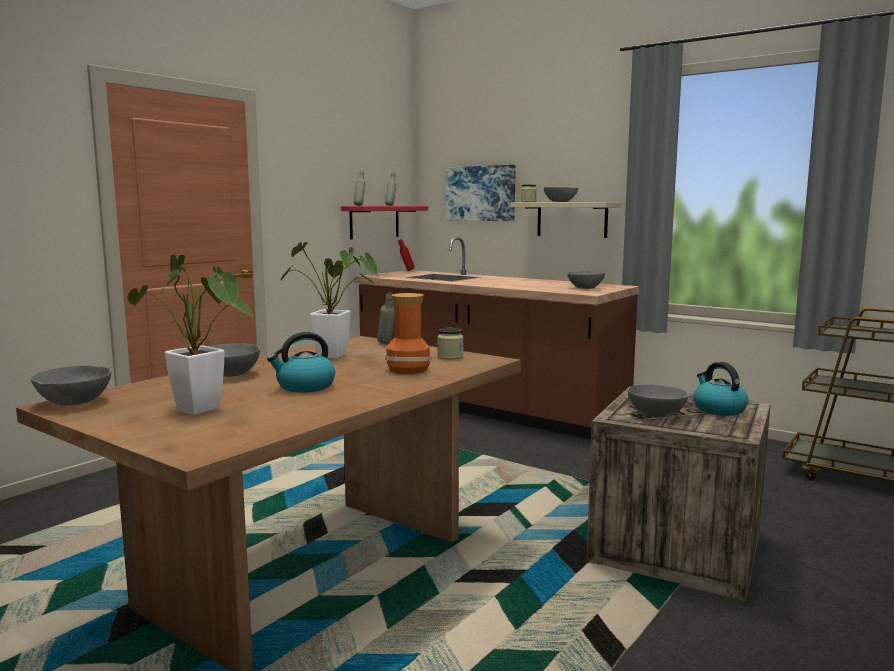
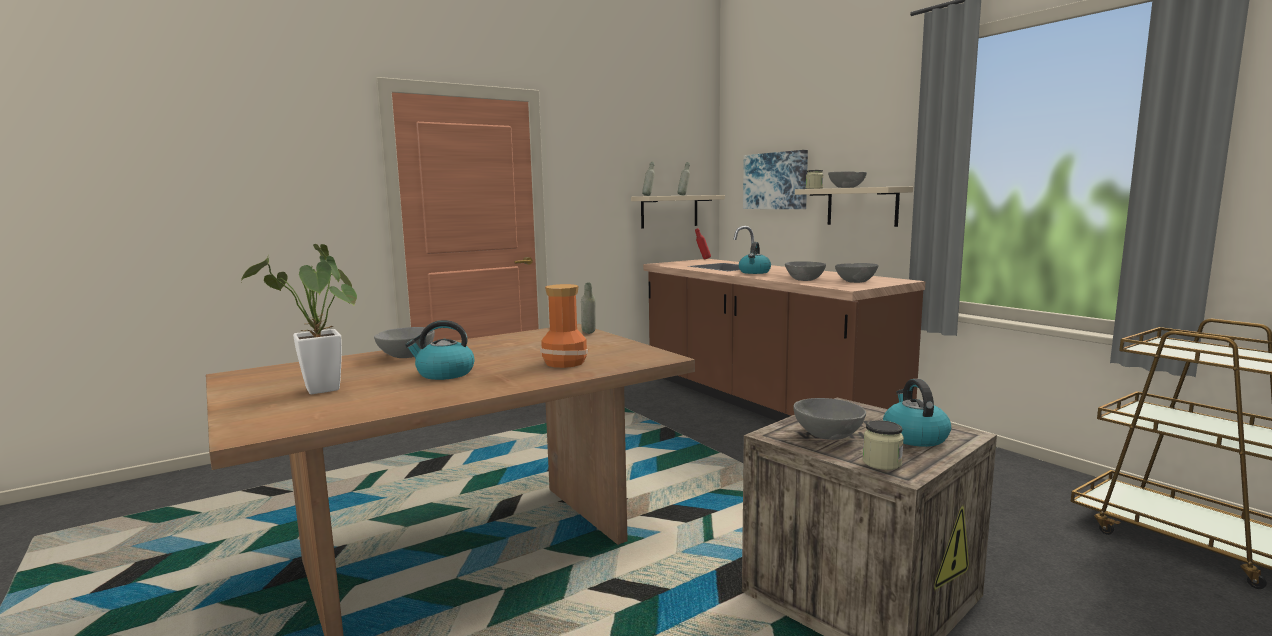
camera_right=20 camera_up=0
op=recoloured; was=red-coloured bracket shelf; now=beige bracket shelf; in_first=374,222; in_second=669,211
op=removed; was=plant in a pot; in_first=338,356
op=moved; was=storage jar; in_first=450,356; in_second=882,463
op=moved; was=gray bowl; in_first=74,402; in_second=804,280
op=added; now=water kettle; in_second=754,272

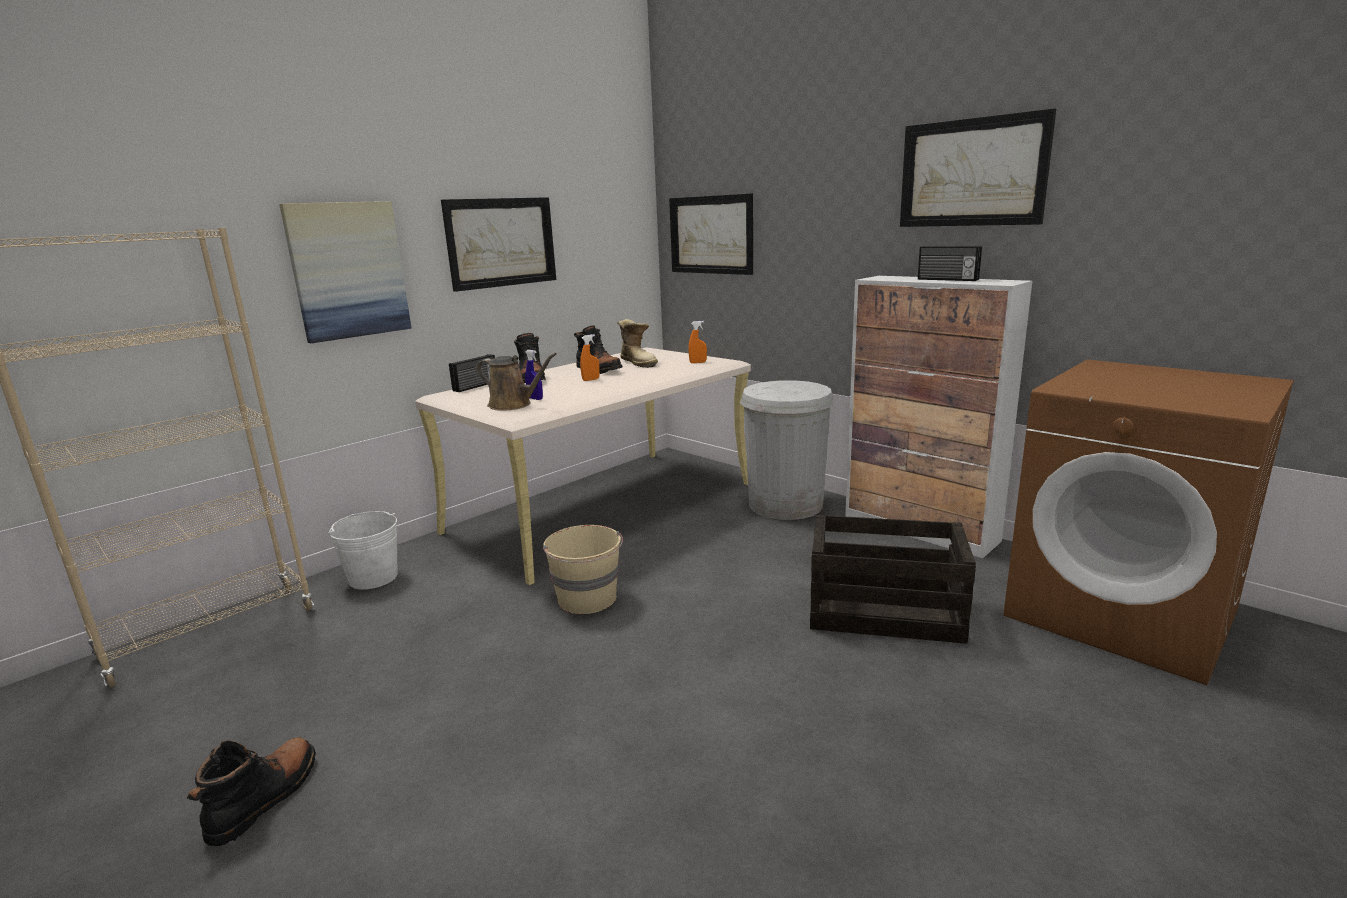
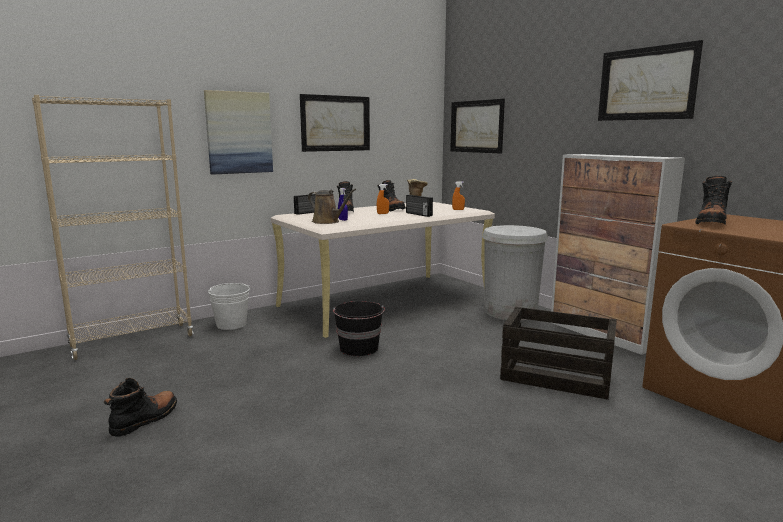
camera_right=10 camera_up=-5
op=moved; was=radio receiver; in_first=947,279; in_second=418,214
op=recoloured; was=beige bucket; now=blackish bucket; in_first=588,599; in_second=359,348
op=added; now=blackish boot; in_second=711,223

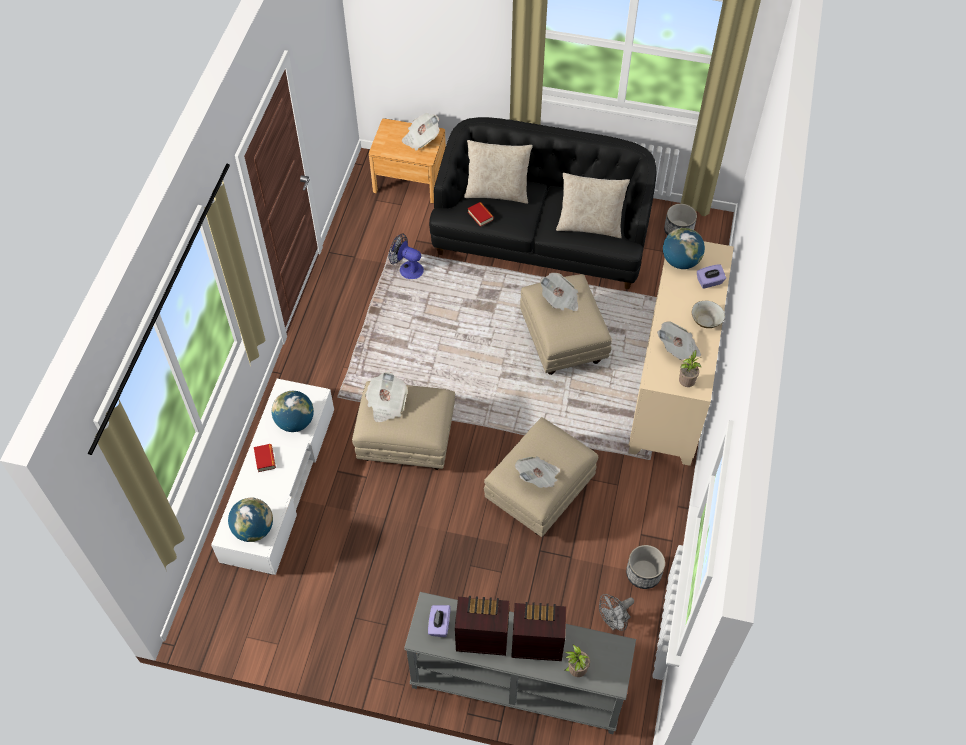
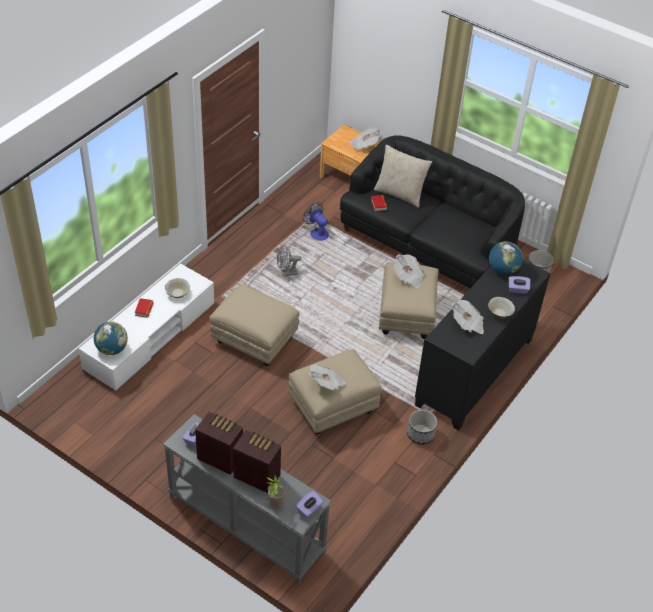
camera_right=20 camera_up=-10
op=removed; was=beige throw pillow; in_first=589,226
op=recoloured; was=beige storage cabinet; now=blackish storage cabinet; in_first=673,384; in_second=475,372
op=removed; was=plant in a pot; in_first=686,383
op=removed; was=printed paper; in_first=386,404
op=replaced; was=world globe; now=beige bowl; in_first=295,422; in_second=177,294
op=moved; was=plant pot; in_first=643,573; in_second=420,434
op=moved; was=gray fan; in_first=614,621; in_second=286,273
op=added; now=purple-coloured box of tissues; in_second=309,510

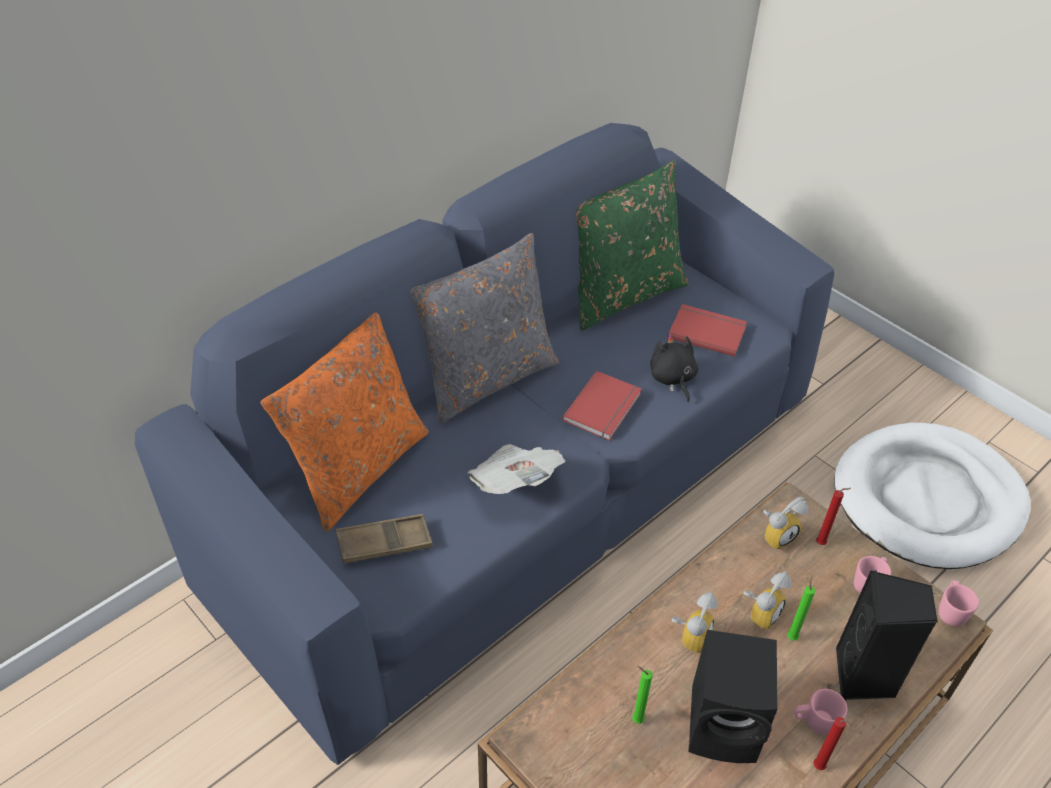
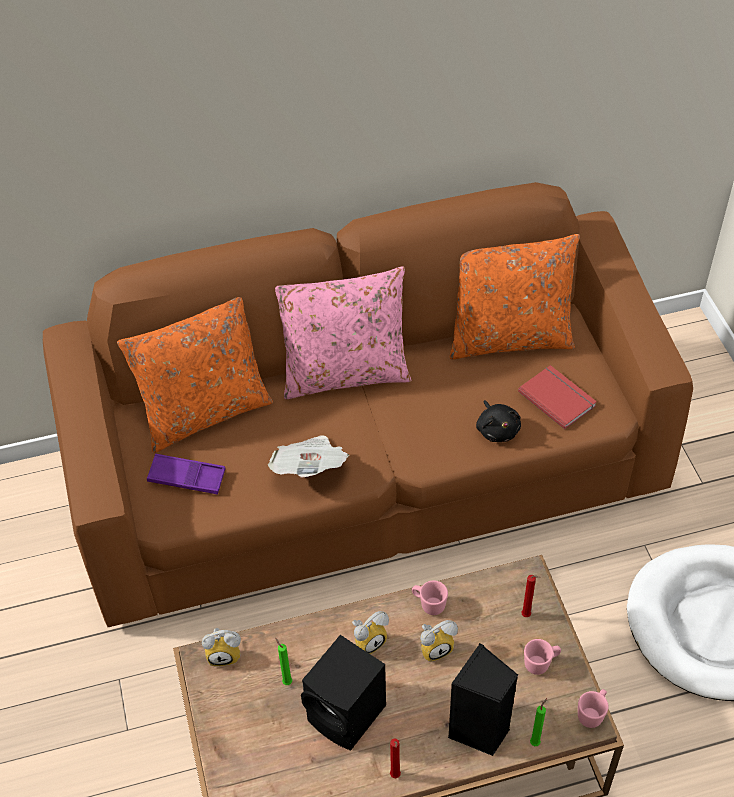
camera_right=30 camera_up=5
op=recoloured; was=bluish couch; now=brownish couch; in_first=521,487; in_second=369,474
op=recoloured; was=greenish throw pillow; now=orange throw pillow; in_first=622,294; in_second=509,337
op=recoloured; was=gray throw pillow; now=pink-coloured throw pillow; in_first=486,378; in_second=345,373
op=turned; was=blackish soft toy; in_first=672,379; in_second=497,429; clockwise=150
op=removed; was=red-coloured bound book; in_first=604,408
op=moved; was=bedside clock; in_first=777,535; in_second=225,653
op=recoloured; was=brownish serving tray; now=purple-coloured serving tray; in_first=384,543; in_second=187,477
op=moved; was=greenish candle; in_first=792,636; in_second=536,741
op=moved; was=pink-coloured tea mug; in_first=814,722; in_second=428,604

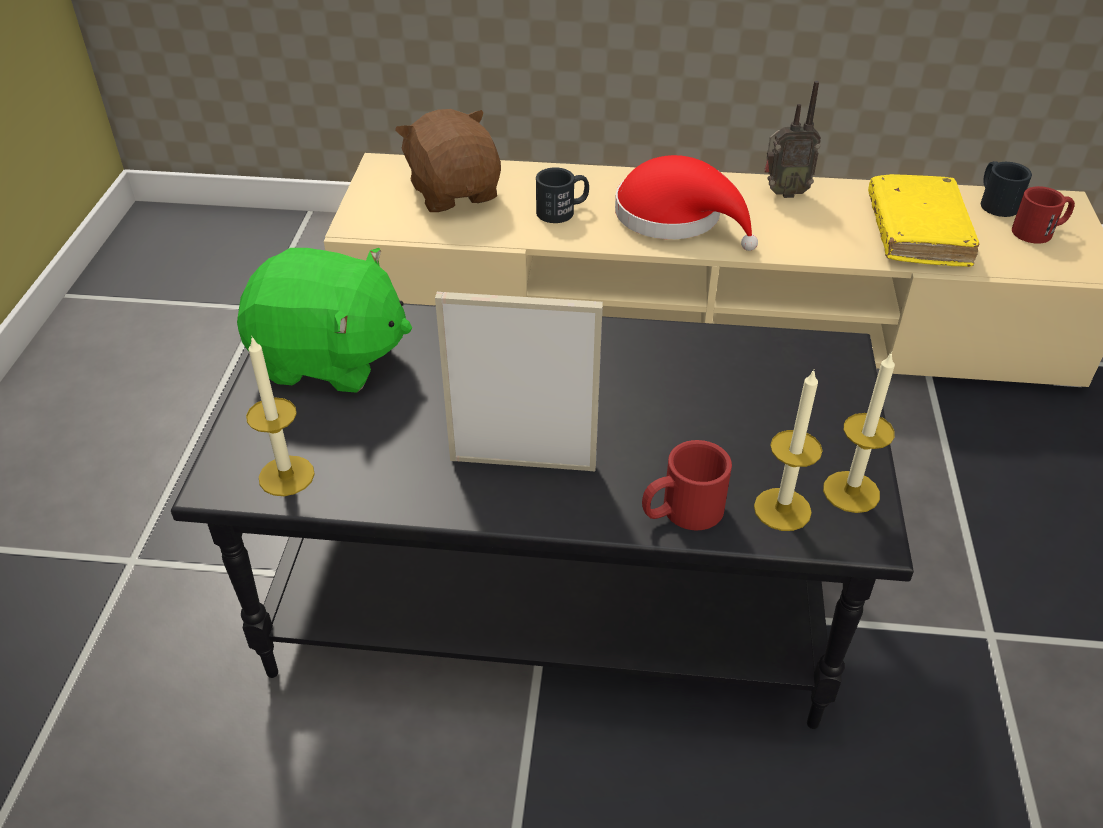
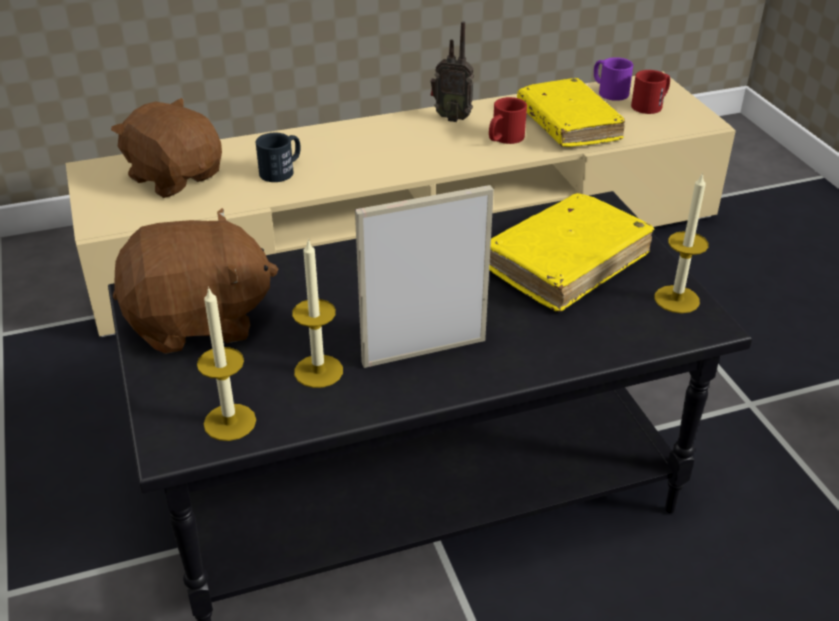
camera_right=-25 camera_up=-5
op=turned; was=radio receiver; in_first=783,192; in_second=452,117; clockwise=45
op=removed; was=red-coloured hat; in_first=676,218
op=recoloured; was=blackish tea mug; now=purple-coloured tea mug; in_first=995,202; in_second=608,91
op=recoloured; was=greenish soft toy; now=brownish soft toy; in_first=330,359; in_second=199,321
op=moved; was=candle; in_first=782,509; in_second=318,371
op=moved; was=red-coloured tea mug; in_first=681,512; in_second=504,139
op=added; now=yellowish bound book; in_second=566,263

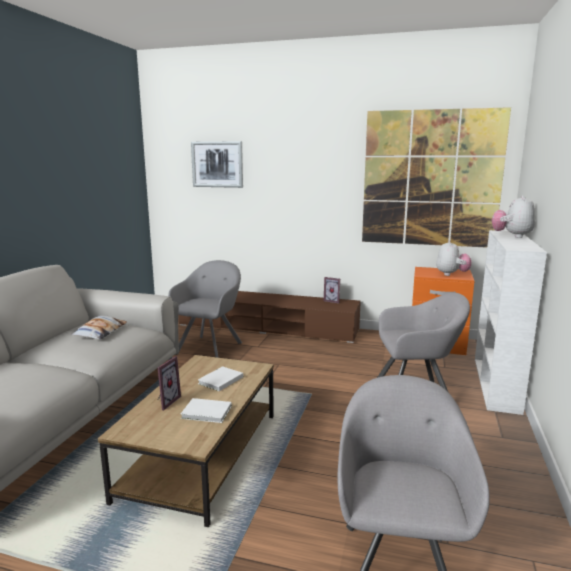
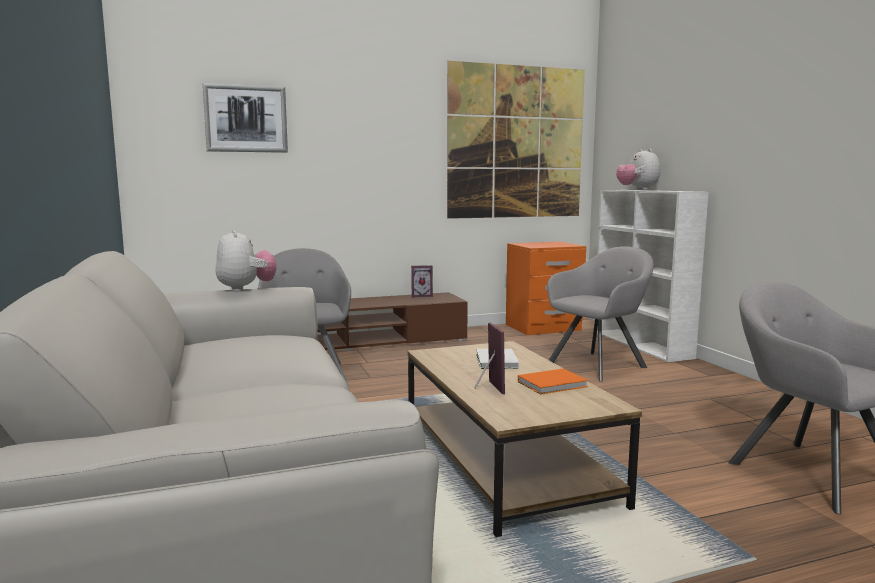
camera_right=-35 camera_up=-5
op=moved; was=soft toy; in_first=451,274; in_second=246,289
op=removed; was=throw pillow; in_first=100,332
op=recoloured; was=white-coloured bound book; now=orange bound book; in_first=207,413; in_second=554,384

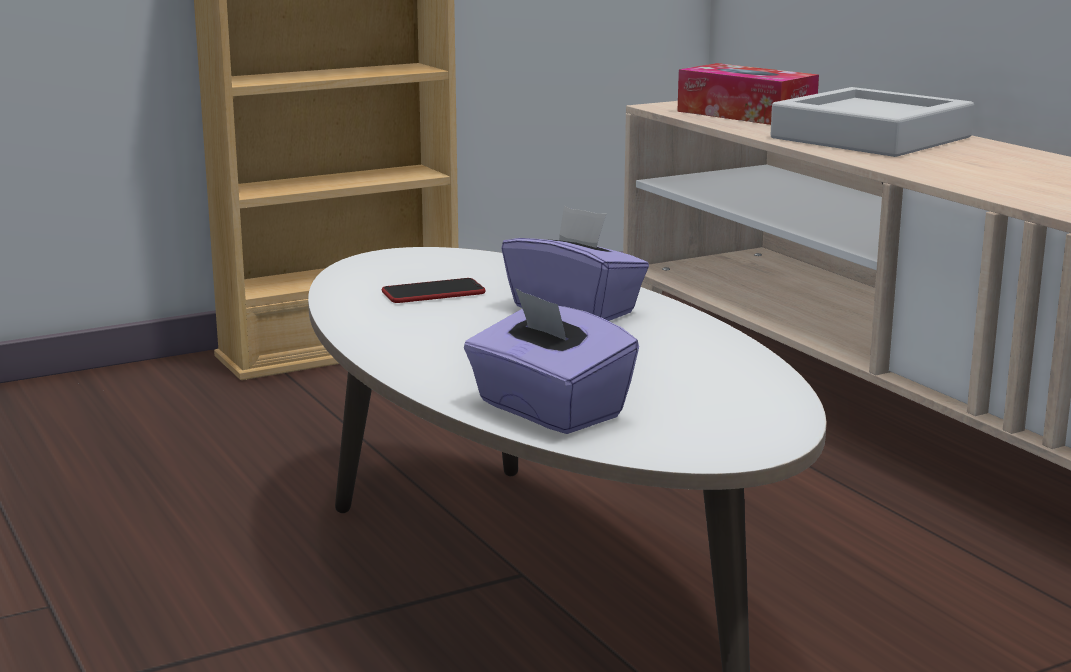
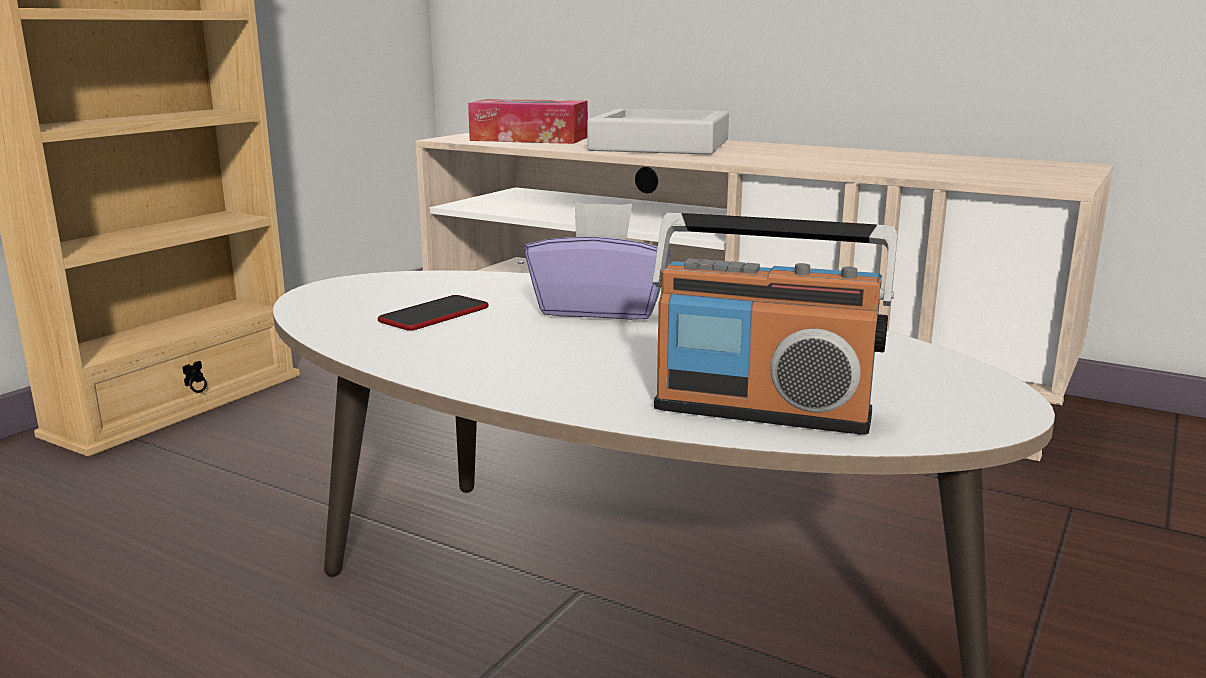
camera_right=-30 camera_up=0
op=replaced; was=purple-coloured box of tissues; now=radio receiver; in_first=548,411; in_second=762,411

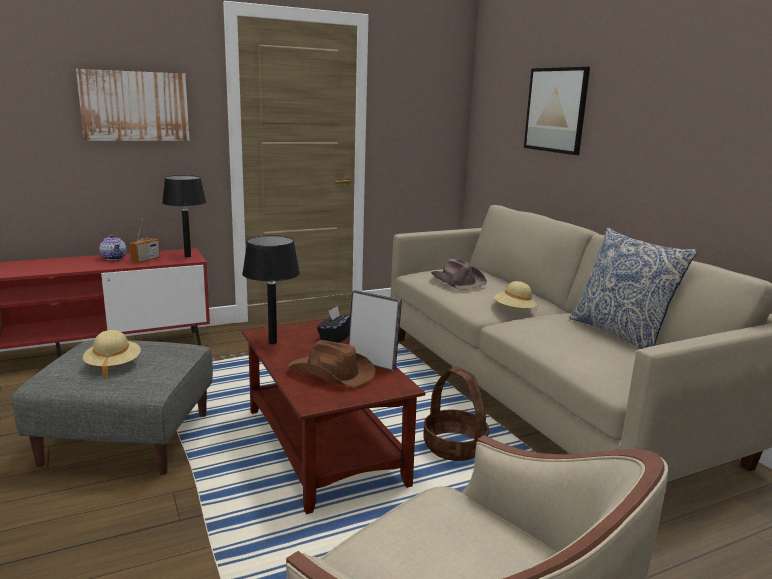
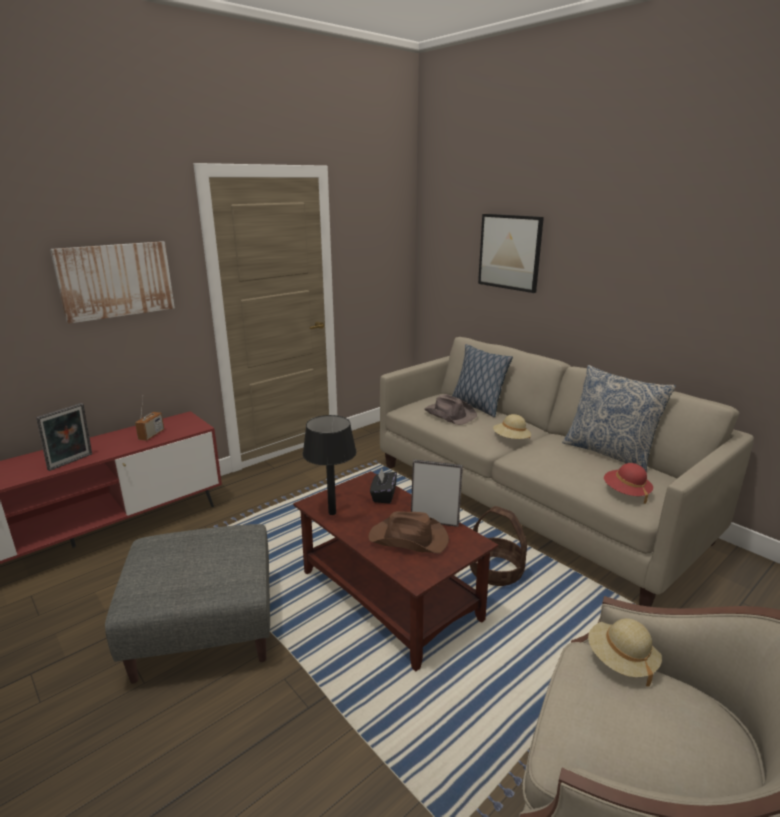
camera_right=-15 camera_up=5
op=removed; was=blackish lamp for a table; in_first=187,256
op=removed; was=teapot; in_first=114,258
op=moved; was=beige hat; in_first=113,365; in_second=621,660
op=added; now=throw pillow; in_second=477,406
op=added; now=photo frame; in_second=72,462
op=added; now=red-coloured hat; in_second=626,492

